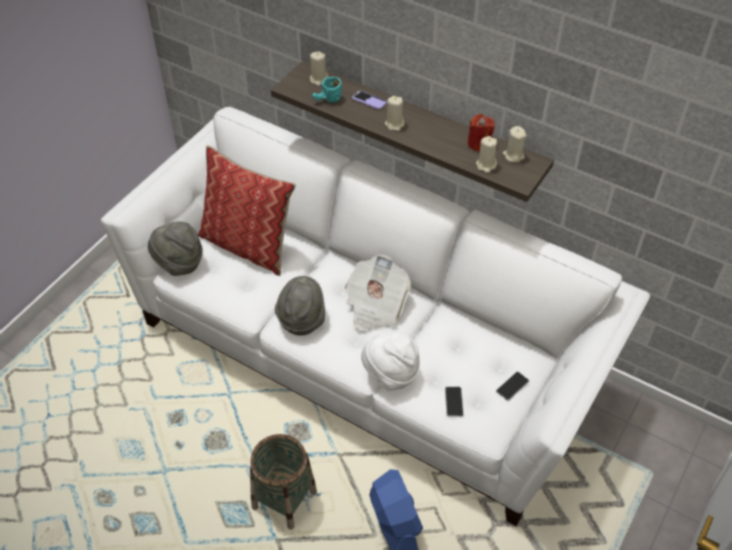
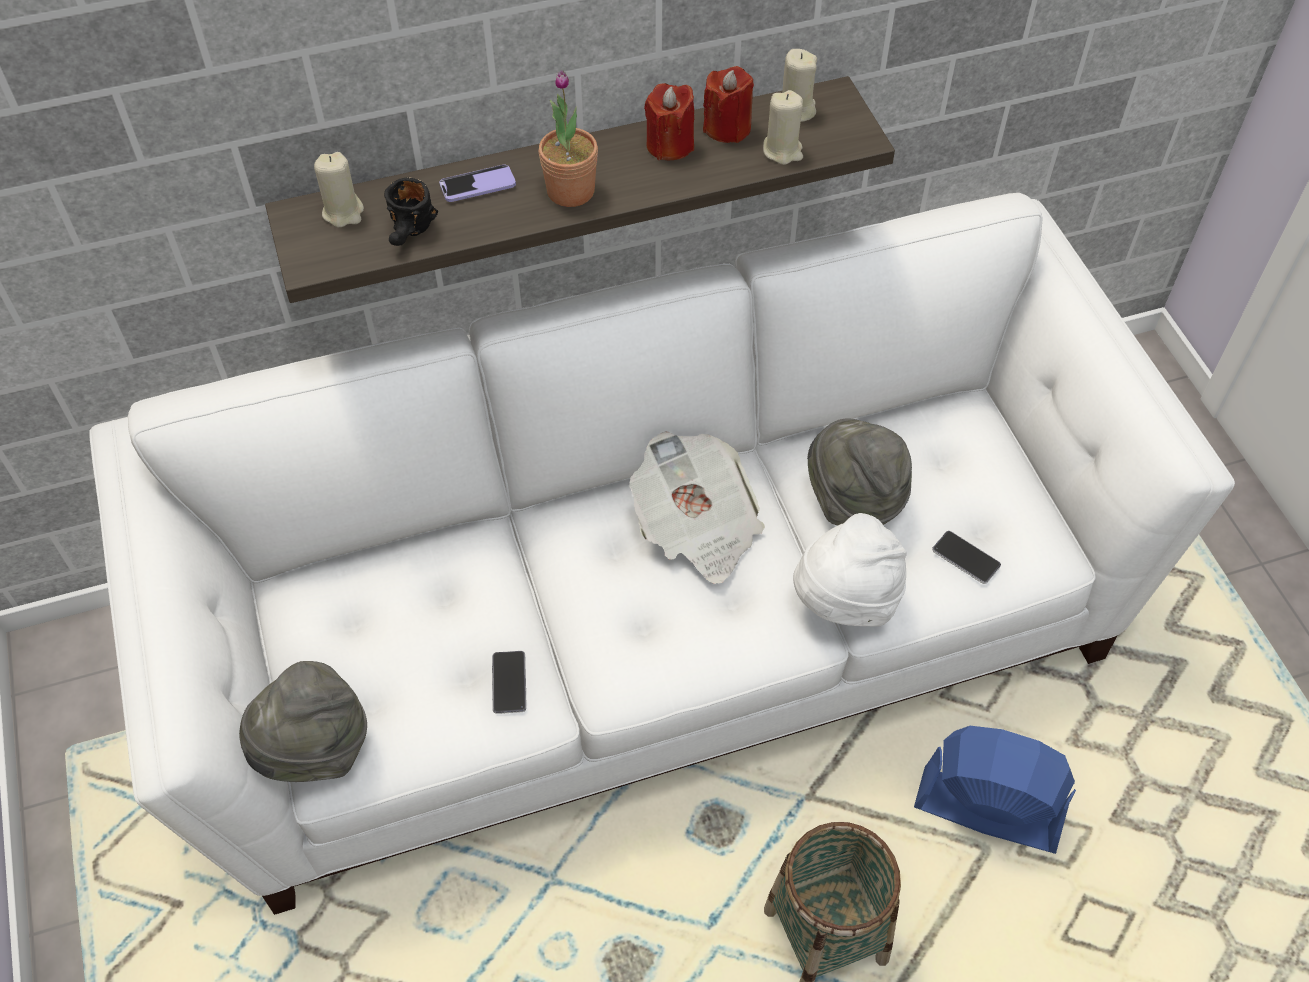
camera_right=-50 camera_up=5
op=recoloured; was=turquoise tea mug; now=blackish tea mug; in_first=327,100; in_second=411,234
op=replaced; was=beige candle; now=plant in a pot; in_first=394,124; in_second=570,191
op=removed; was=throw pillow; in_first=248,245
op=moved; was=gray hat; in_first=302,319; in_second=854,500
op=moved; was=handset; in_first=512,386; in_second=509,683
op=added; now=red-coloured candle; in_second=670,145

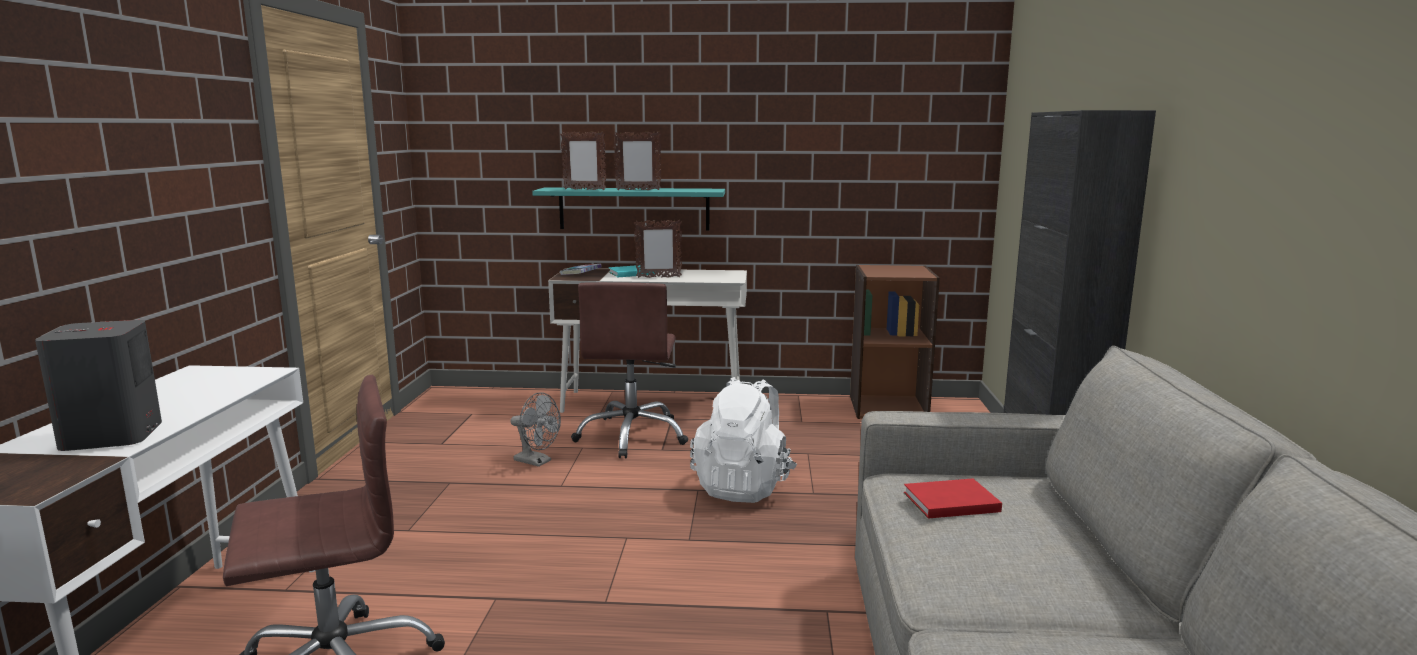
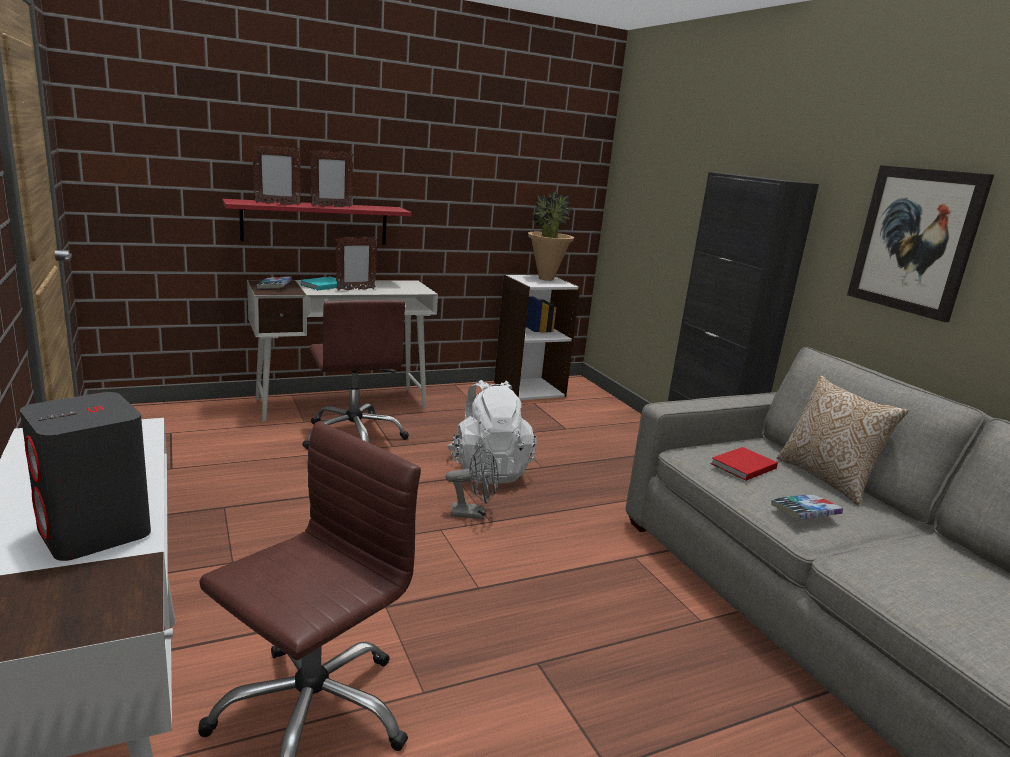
camera_right=-30 camera_up=5
op=recoloured; was=turquoise bracket shelf; now=red-coloured bracket shelf; in_first=634,208; in_second=315,223
op=recoloured; was=brownish bookcase; now=white-coloured bookcase; in_first=888,407; in_second=529,389
op=moved; was=gray fan; in_first=537,461; in_second=473,513
op=added; now=wall picture; in_second=915,241
op=added; now=plant in a pot; in_second=545,279
op=added; now=throw pillow; in_second=827,479
op=added; now=bound book; in_second=804,512

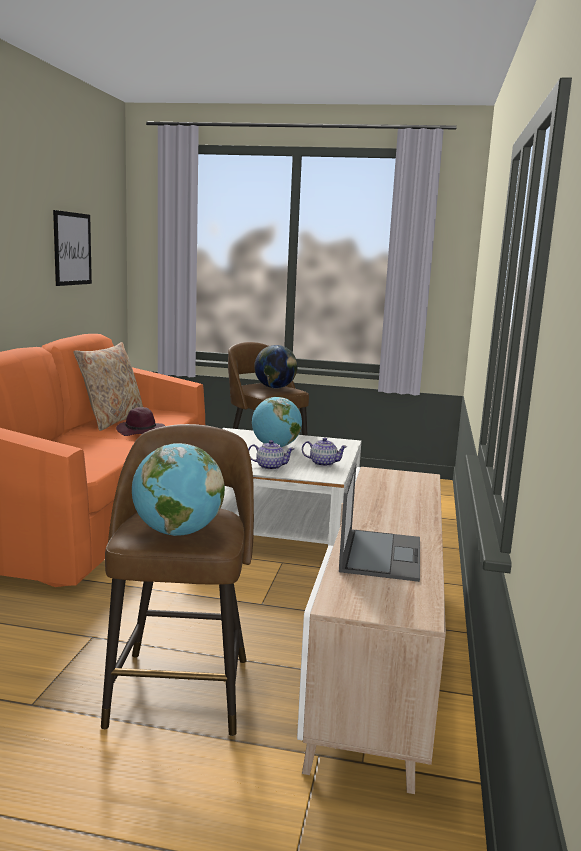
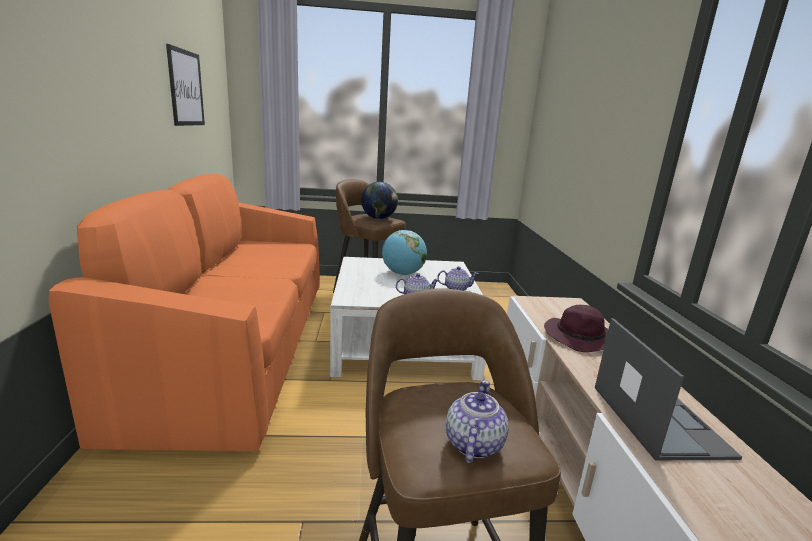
camera_right=-15 camera_up=5
op=removed; was=beige throw pillow; in_first=112,421
op=moved; was=purple-coloured hat; in_first=141,431; in_second=580,338
op=replaced; was=world globe; now=teapot; in_first=177,533; in_second=473,444

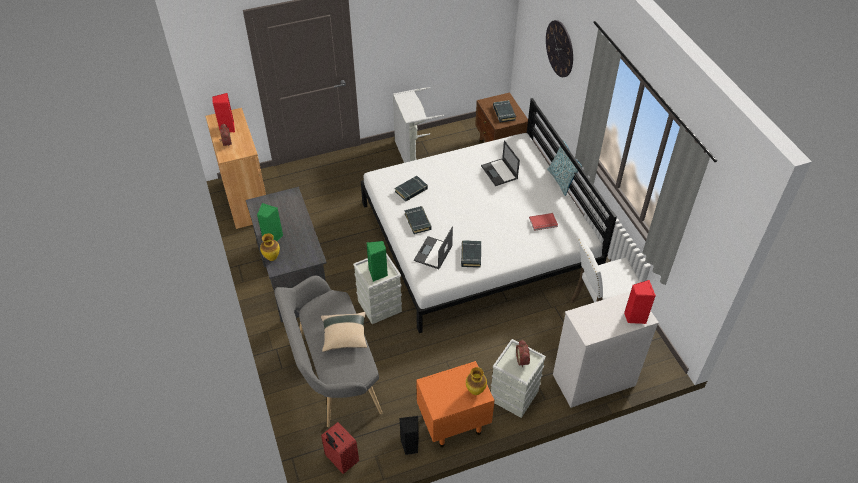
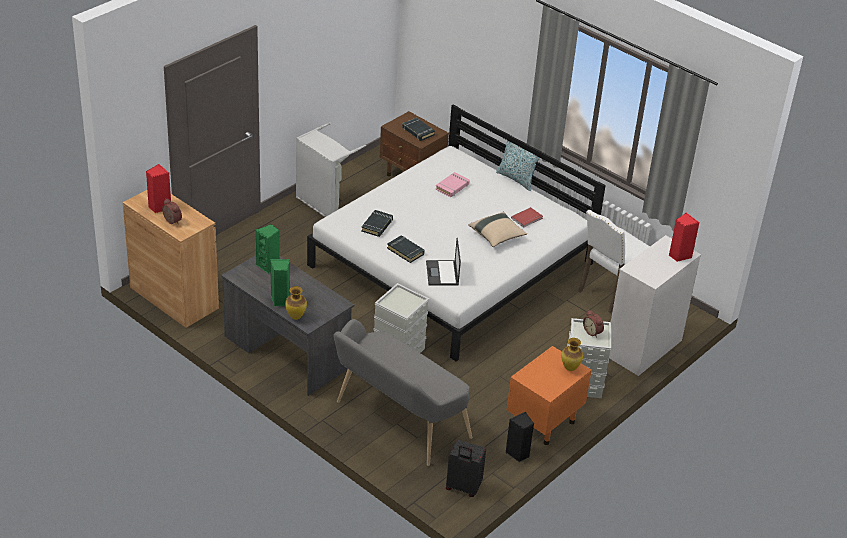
camera_right=-30 camera_up=-10
op=removed; was=hanging clock; in_first=559,48
op=replaced; was=laptop; now=pink-coloured bound book; in_first=499,172; in_second=452,187
op=removed; was=blackish bound book; in_first=471,255
op=moved; was=greenish audio speaker; in_first=378,273; in_second=268,266
op=moved; was=beige throw pillow; in_first=344,337; in_second=497,236
op=recoloured; was=red-coloured suitcase; now=blackish suitcase; in_first=341,460; in_second=463,487

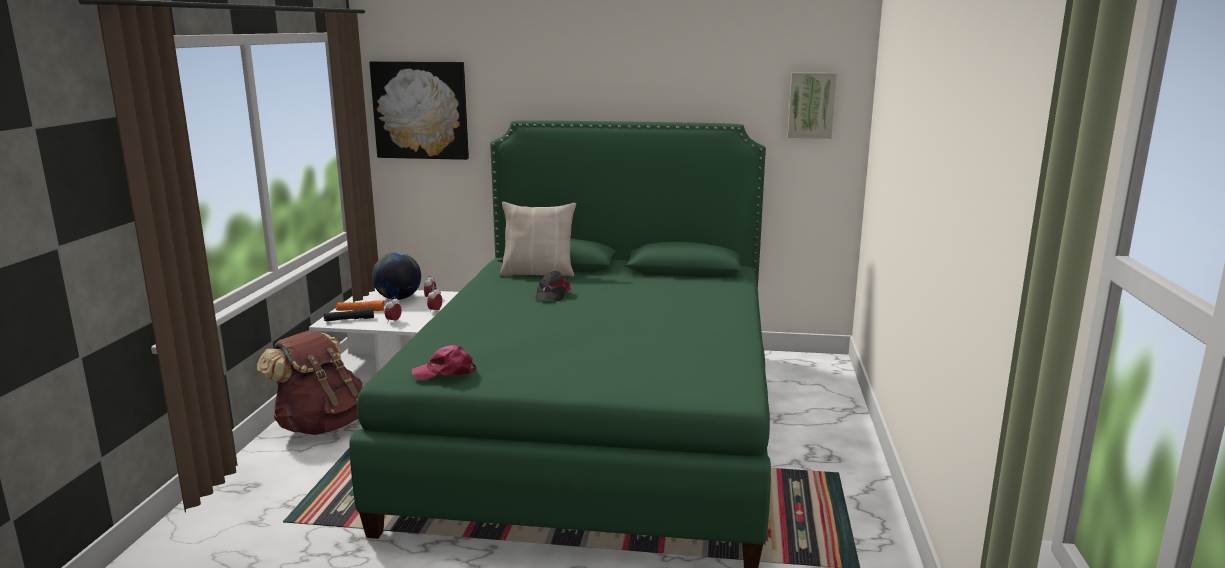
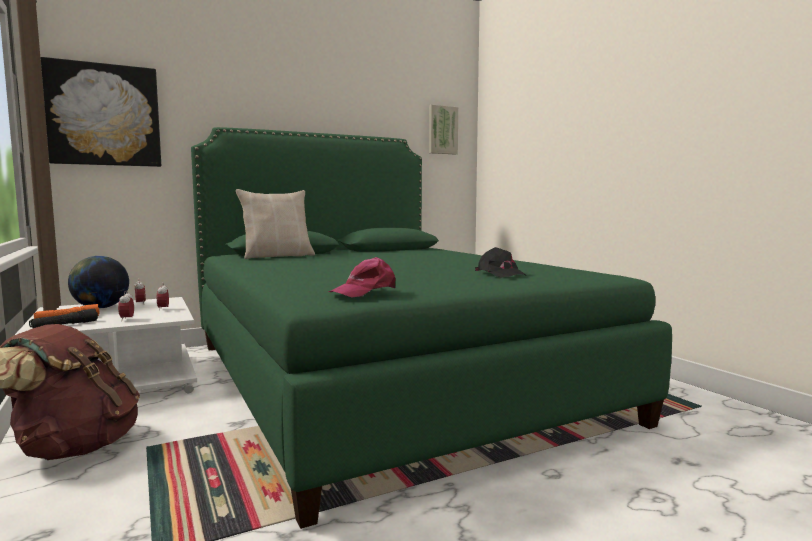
camera_right=-35 camera_up=-10
op=moved; was=blackish cap; in_first=552,294; in_second=500,274

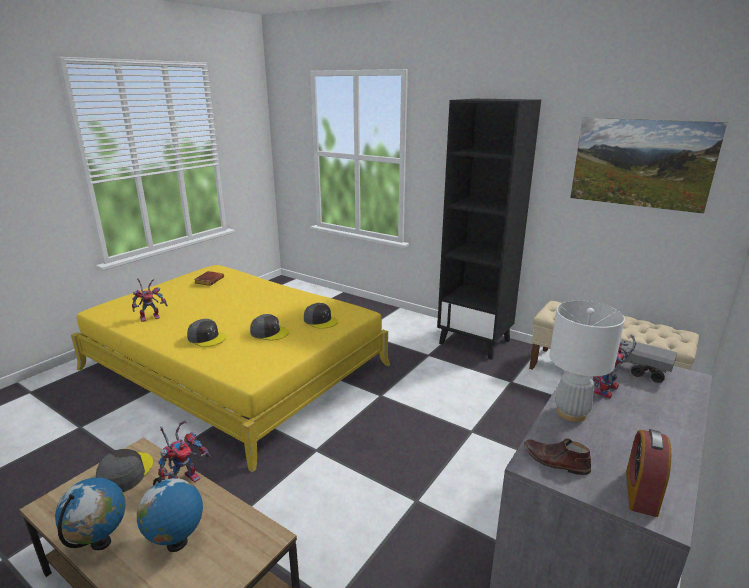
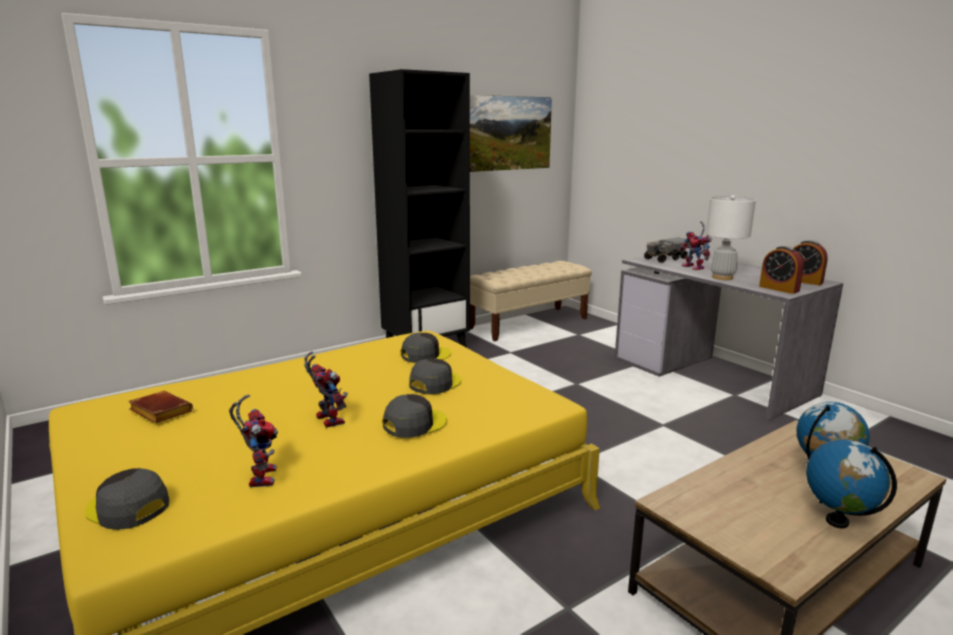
camera_right=-70 camera_up=-5
op=moved; was=robot figure; in_first=185,479; in_second=326,419
op=replaced; was=brownish shoe; now=bedside clock; in_first=555,461; in_second=779,289
op=moved; was=gray cap; in_first=125,473; in_second=127,507

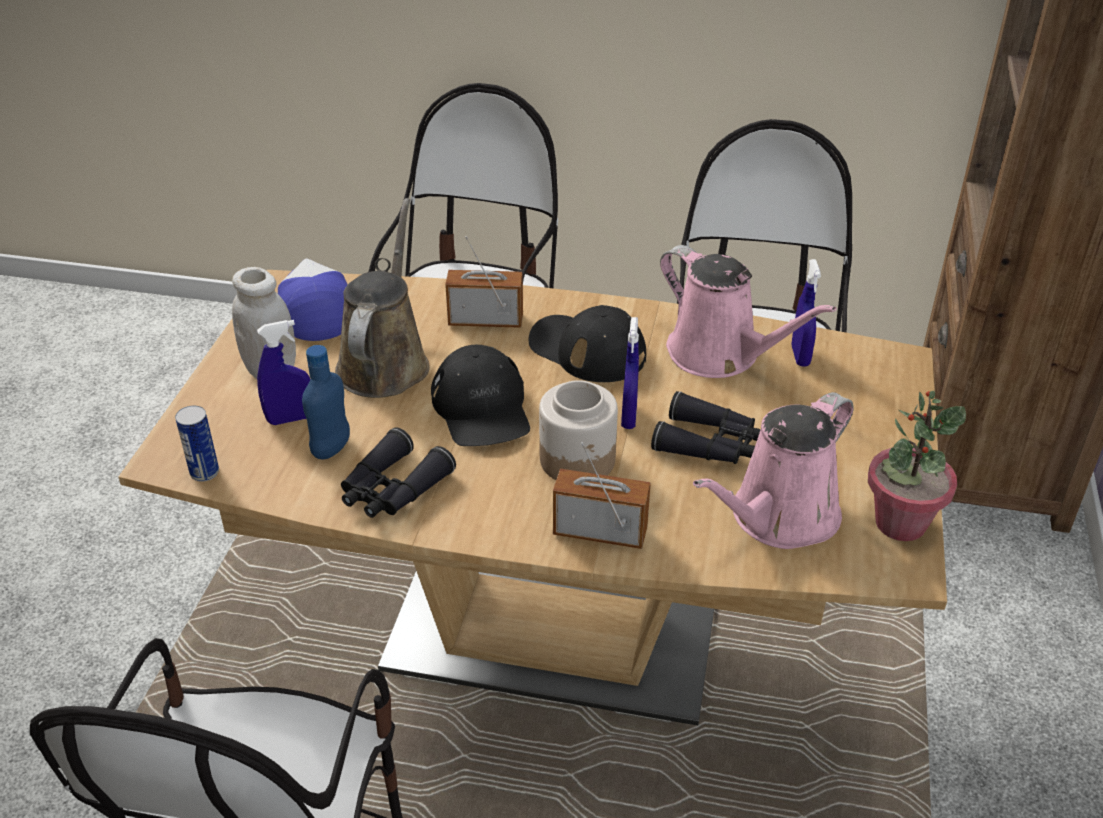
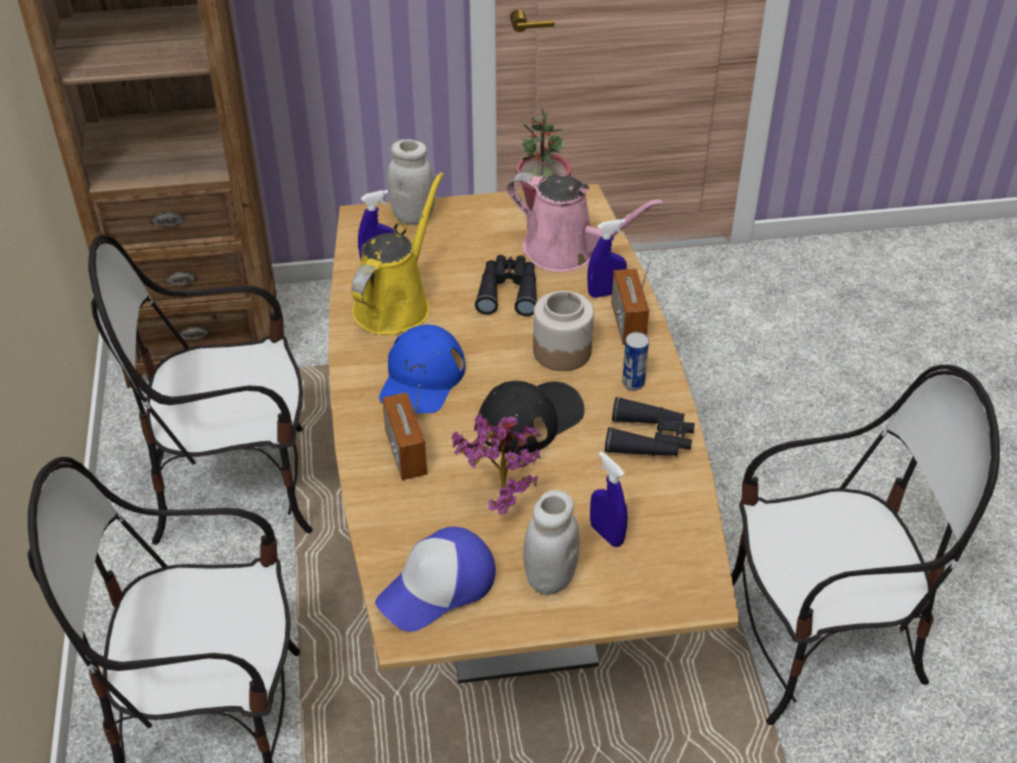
camera_right=-110 camera_up=5
op=replaced; was=brownish sprinkling can; now=plant in a pot; in_first=385,362; in_second=498,501
op=recoloured; was=pink-coloured sprinkling can; now=yellowish sprinkling can; in_first=720,355; in_second=395,304
op=recoloured; was=blackish cap; now=bluish cap; in_first=587,350; in_second=422,378
op=moved; was=bluish spray bottle; in_first=629,417; in_second=605,293
op=removed; was=bluish bottle; in_first=331,449
op=moved; was=metal can; in_first=204,472; in_second=633,383
op=added; now=white-coloured storage jar; in_second=413,217

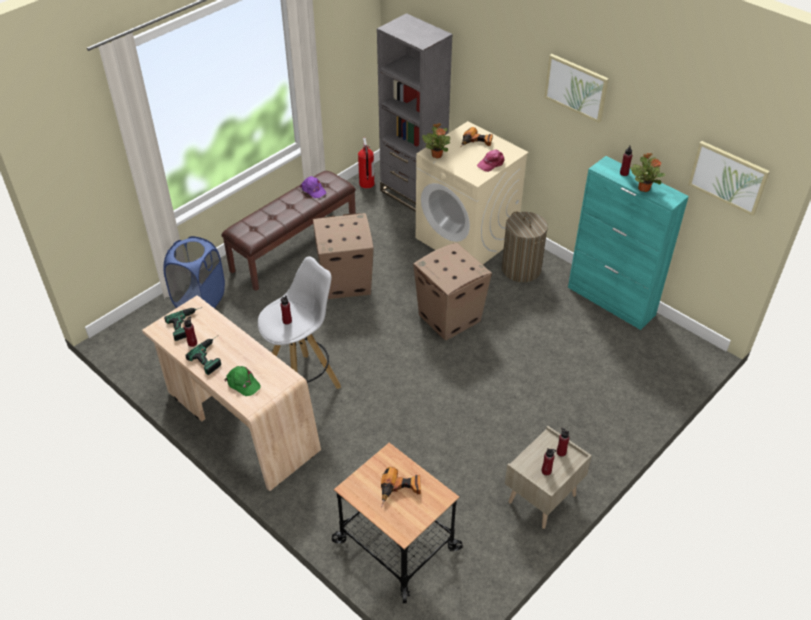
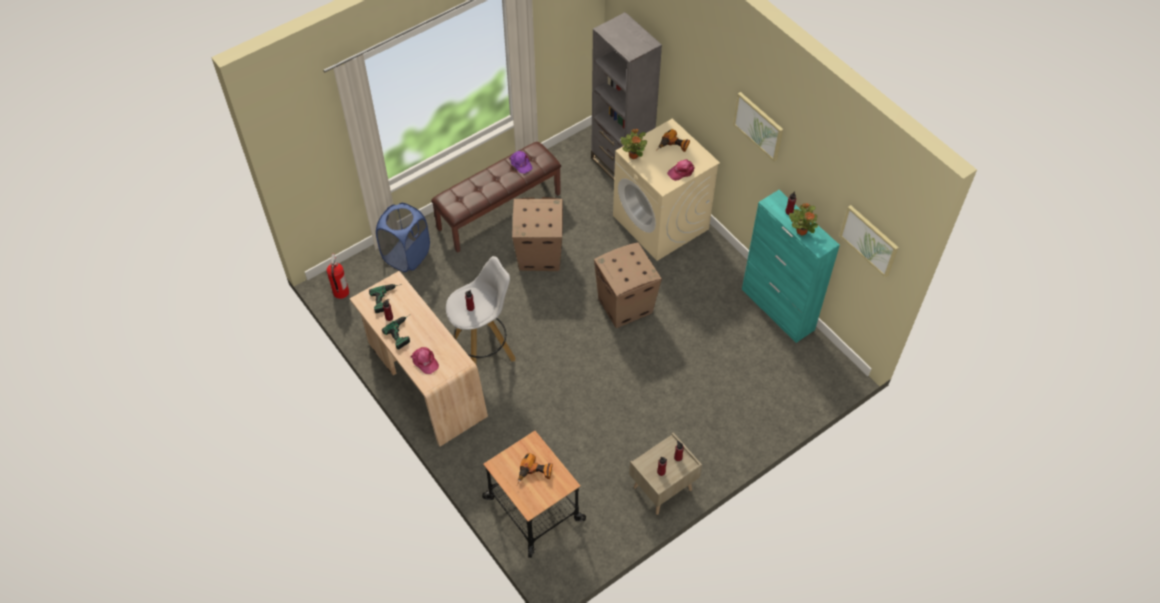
camera_right=10 camera_up=10
op=moved; was=extinguisher; in_first=366,184; in_second=340,292
op=removed; was=laundry basket; in_first=521,269
op=recoloured; was=greenish cap; now=pink-coloured cap; in_first=242,383; in_second=425,361

